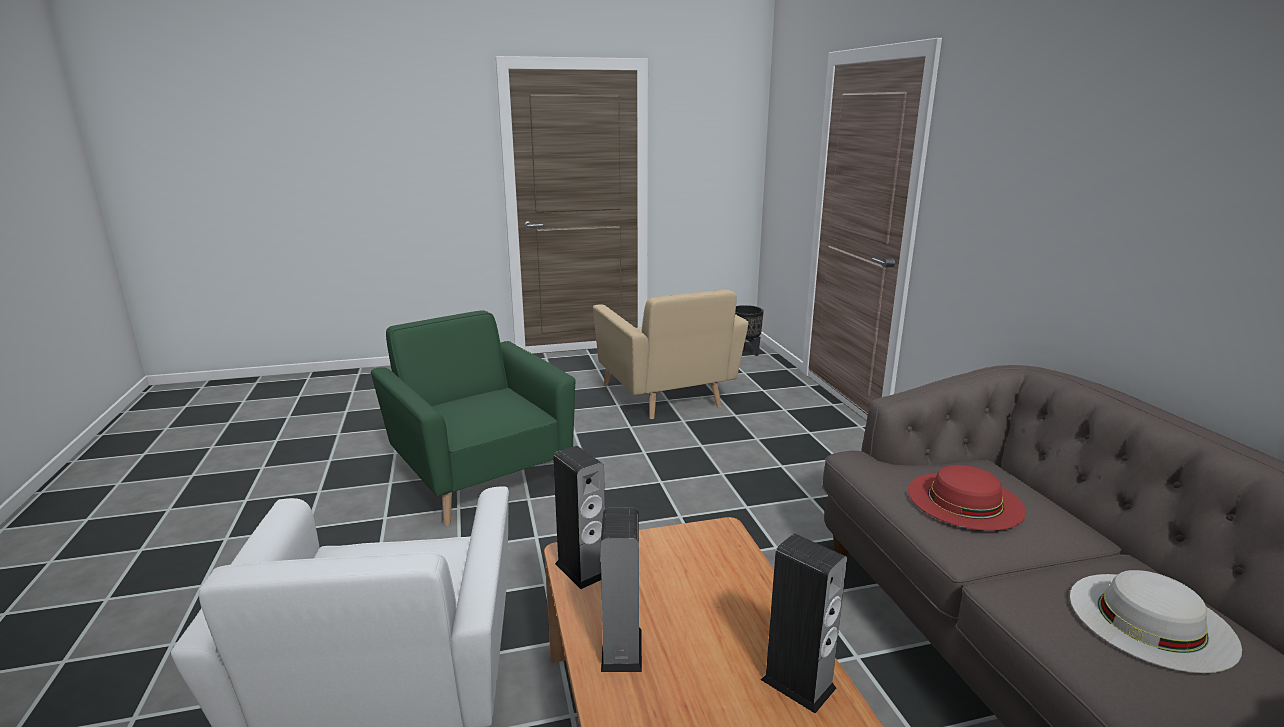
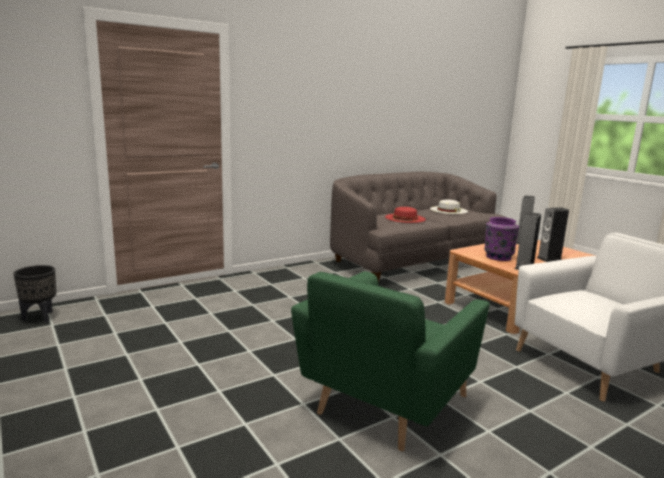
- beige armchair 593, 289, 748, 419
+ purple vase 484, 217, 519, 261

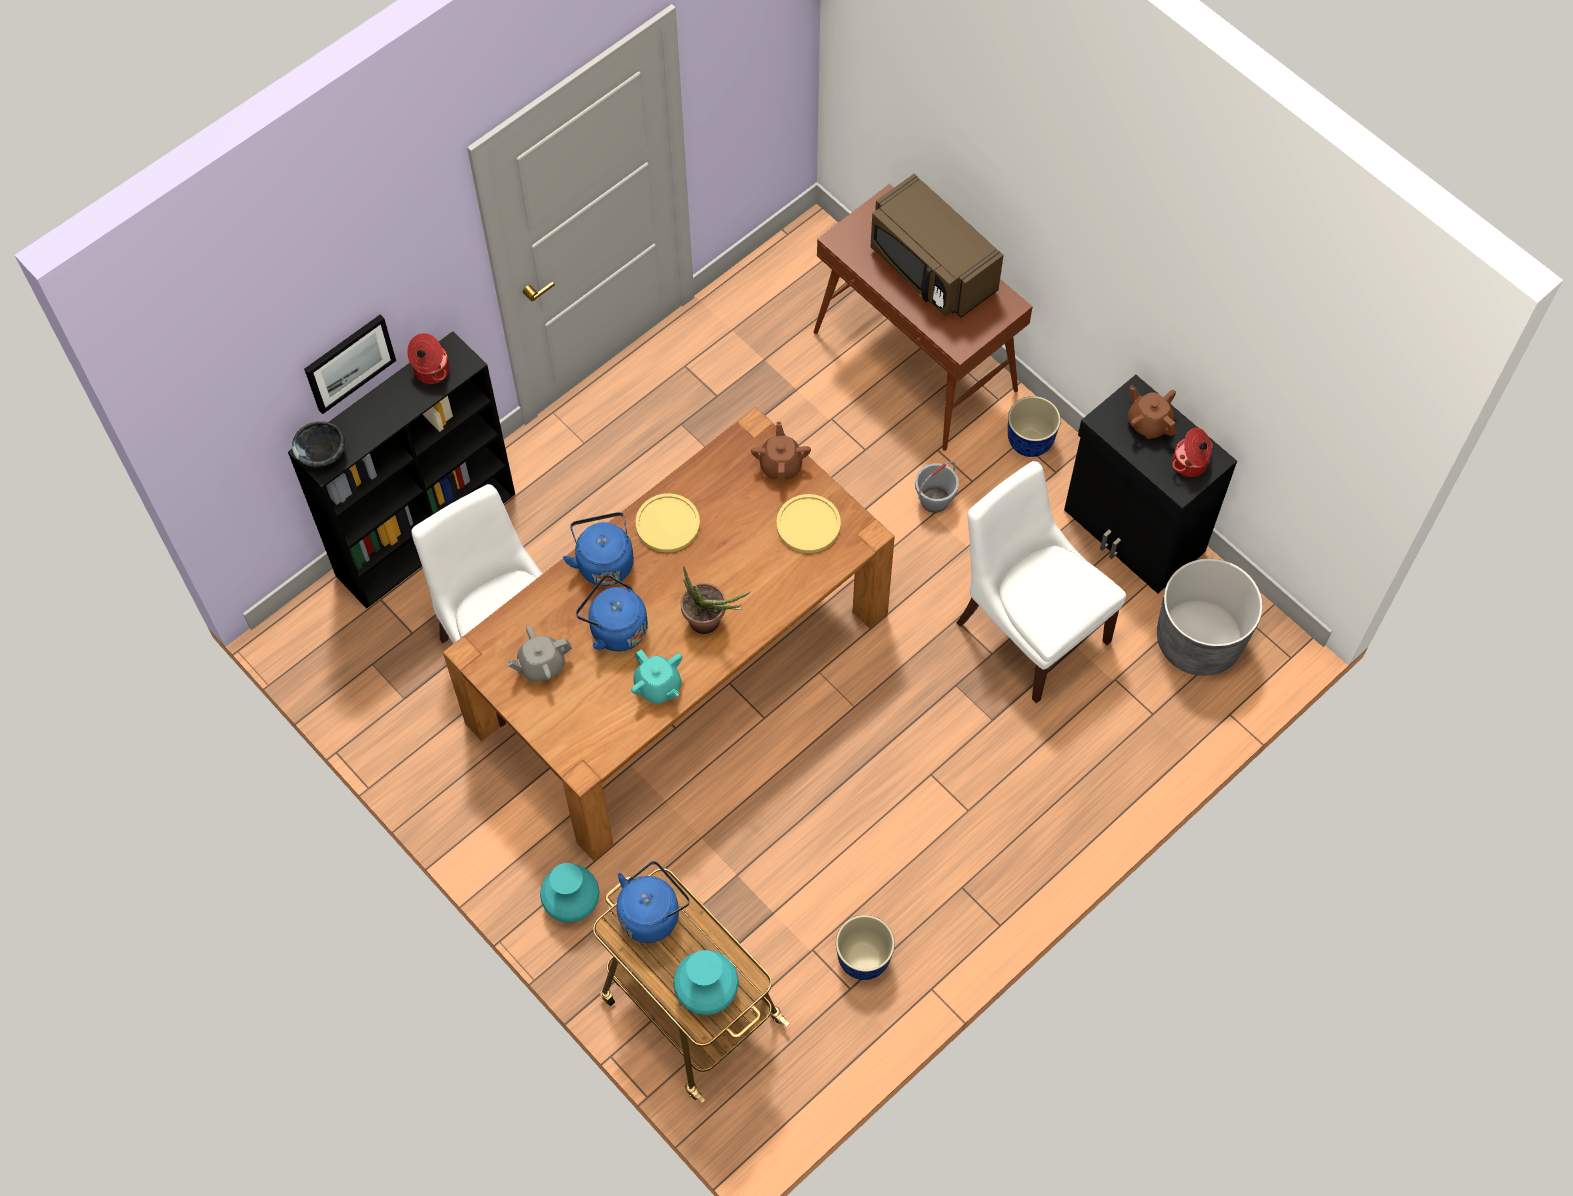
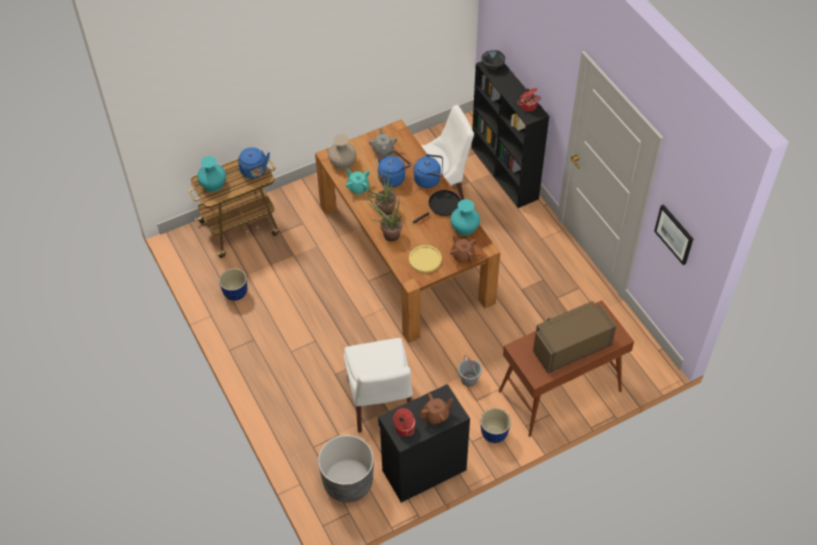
+ beige vase 328, 134, 356, 170
+ potted plant 363, 193, 403, 241
~ picture 304, 315, 396, 414 to 654, 204, 693, 265
~ turquoise vase 540, 863, 600, 923 to 450, 199, 480, 236
~ yellow plate 636, 493, 700, 552 to black frying pan 413, 190, 461, 224
~ turquoise teapot 631, 649, 682, 704 = 346, 169, 369, 195 75 degrees clockwise
~ brown teapot 751, 422, 811, 483 = 450, 235, 476, 263 135 degrees counterclockwise
~ white chair 957, 461, 1126, 703 = 344, 338, 413, 433 105 degrees clockwise

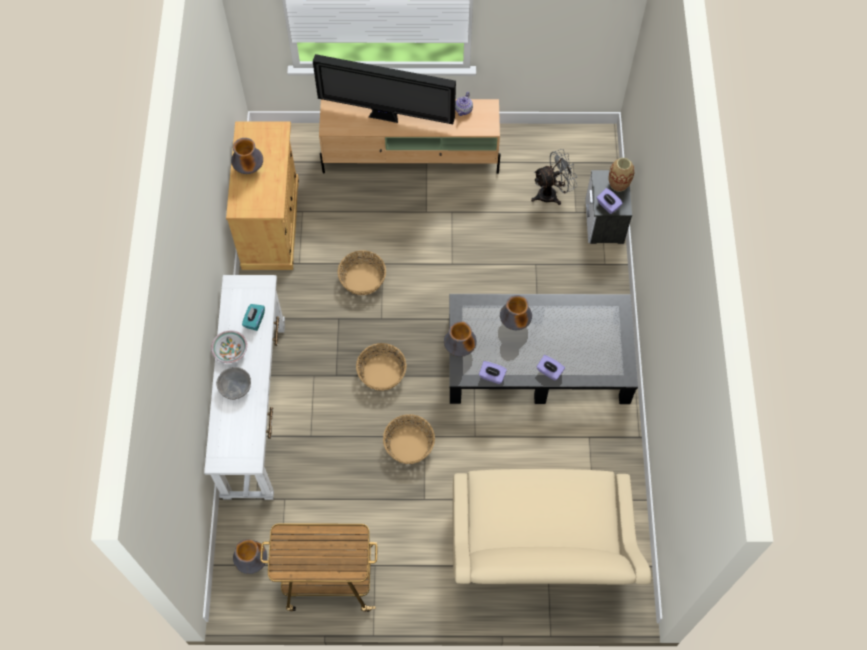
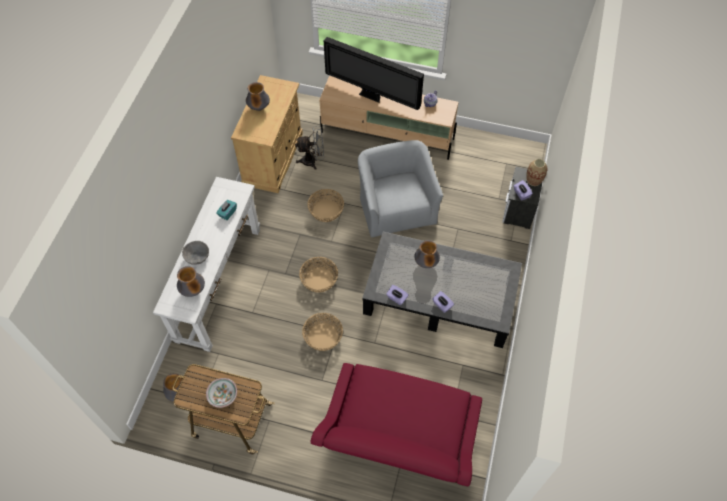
+ grey armchair 358, 140, 443, 237
~ bowl 211, 330, 247, 363 to 206, 378, 237, 408
~ vase 444, 321, 477, 357 to 177, 266, 205, 297
~ grey fan 531, 149, 577, 205 to 295, 126, 324, 170
~ beige sofa 453, 469, 651, 585 to red sofa 310, 363, 482, 486

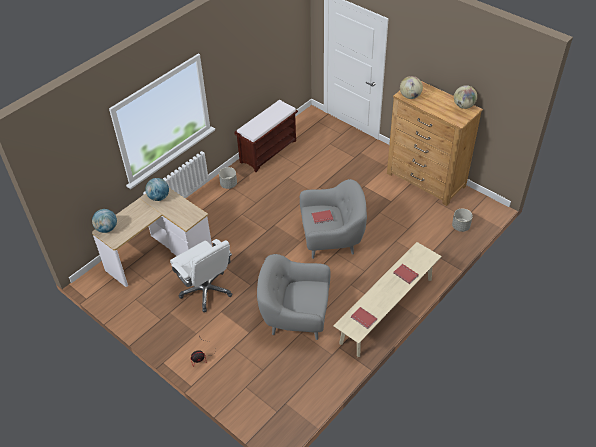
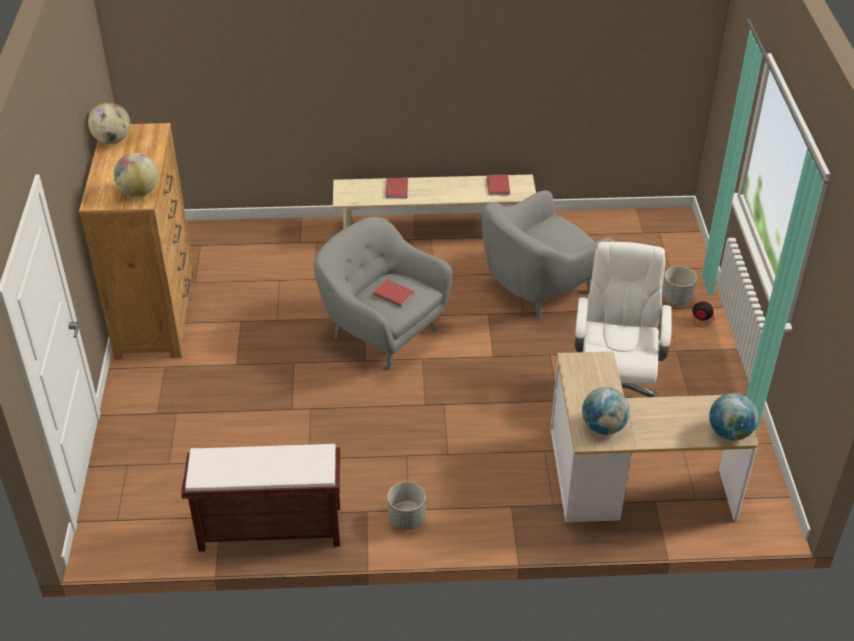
~ grey planter 452, 208, 473, 232 to 662, 266, 697, 305
~ grey armchair 257, 254, 331, 340 = 481, 190, 614, 319 90 degrees clockwise

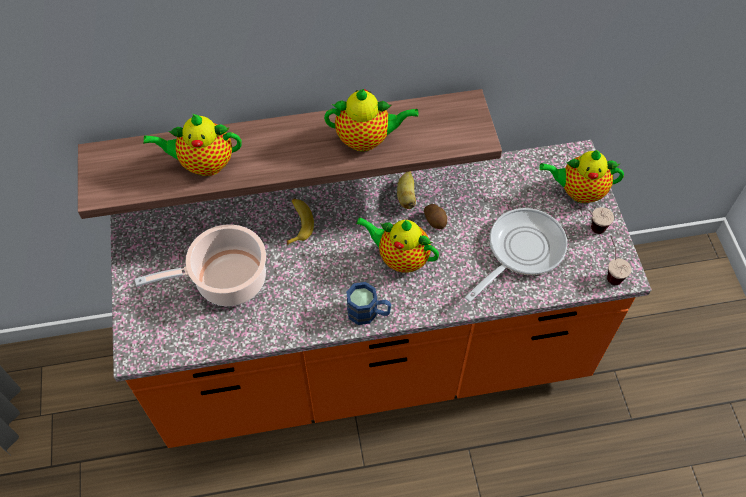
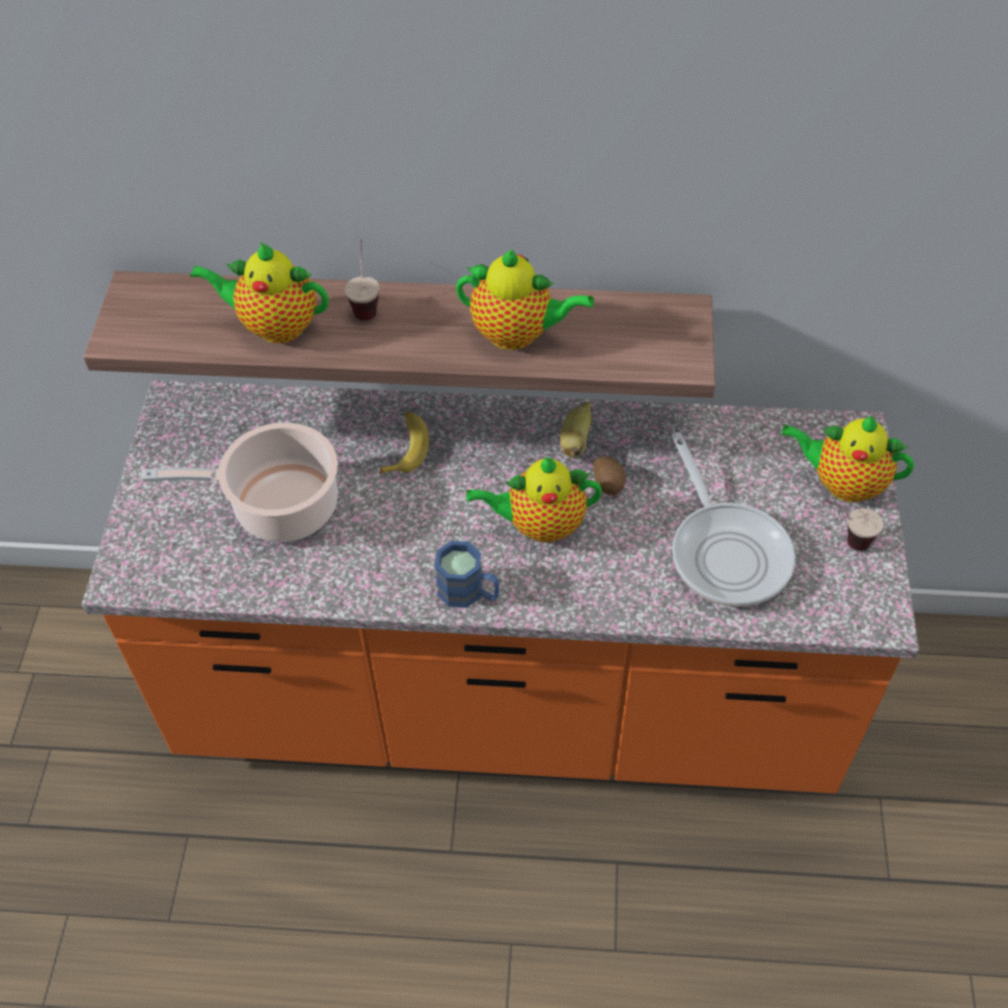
~ cup 607, 235, 631, 285 to 345, 239, 380, 321
~ teapot 356, 217, 439, 273 = 466, 457, 602, 543 45 degrees counterclockwise
~ frying pan 465, 208, 567, 302 = 671, 432, 795, 607 105 degrees clockwise

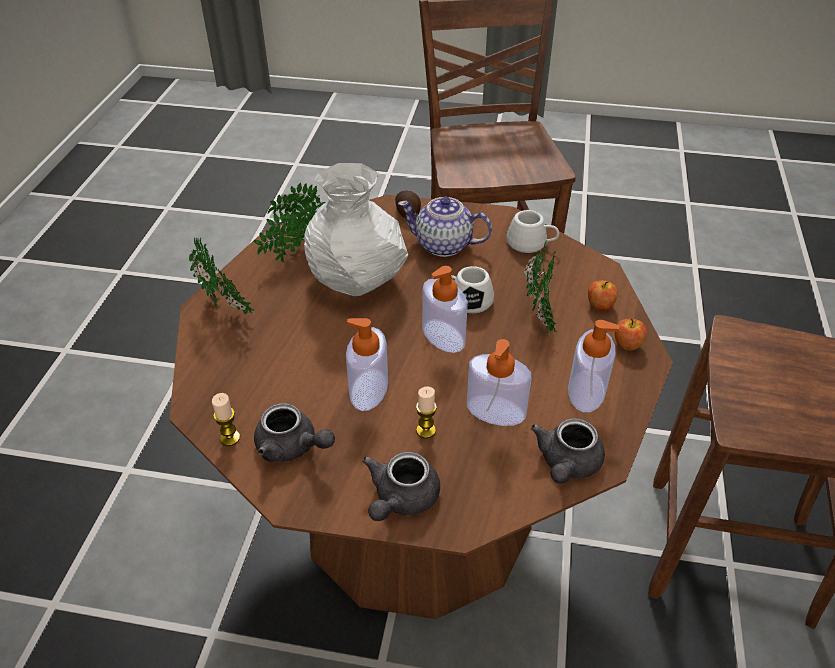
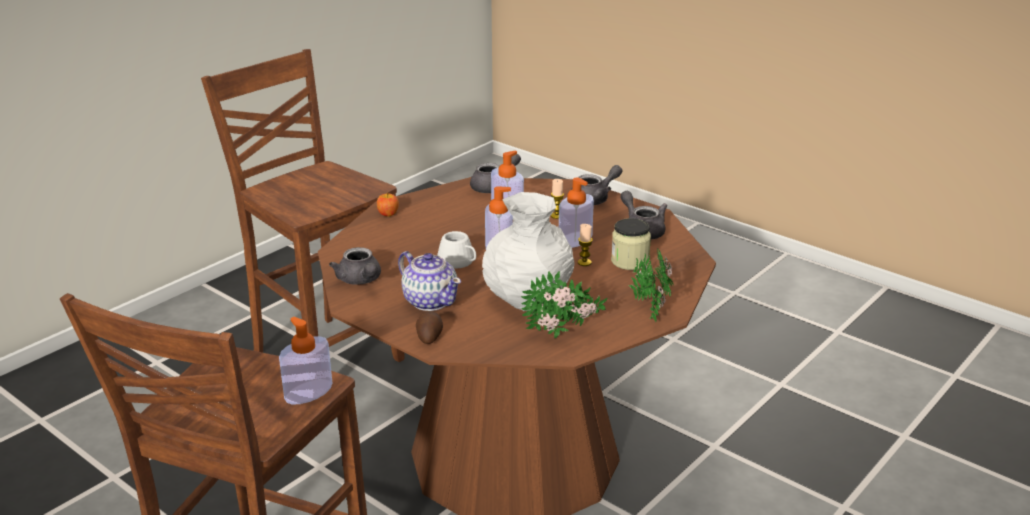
- potted plant 524, 241, 558, 334
- apple 588, 280, 618, 311
+ jar 611, 218, 651, 270
~ candle 212, 393, 240, 446 to 578, 224, 593, 266
~ soap dispenser 568, 320, 620, 412 to 279, 317, 332, 404
~ white mug 506, 210, 559, 253 to grey teapot 329, 247, 381, 285

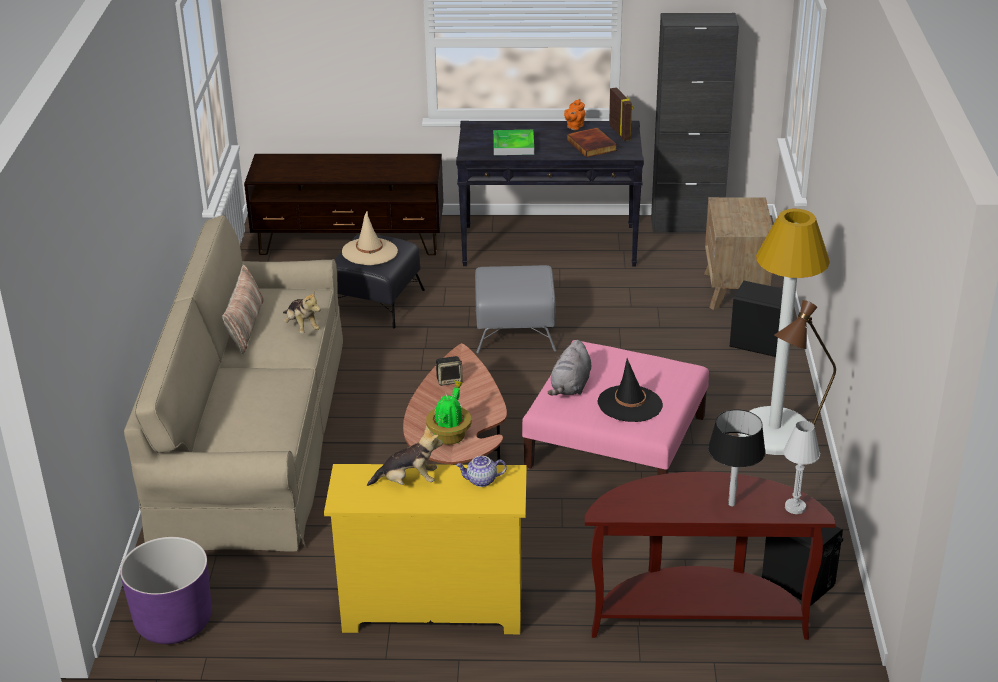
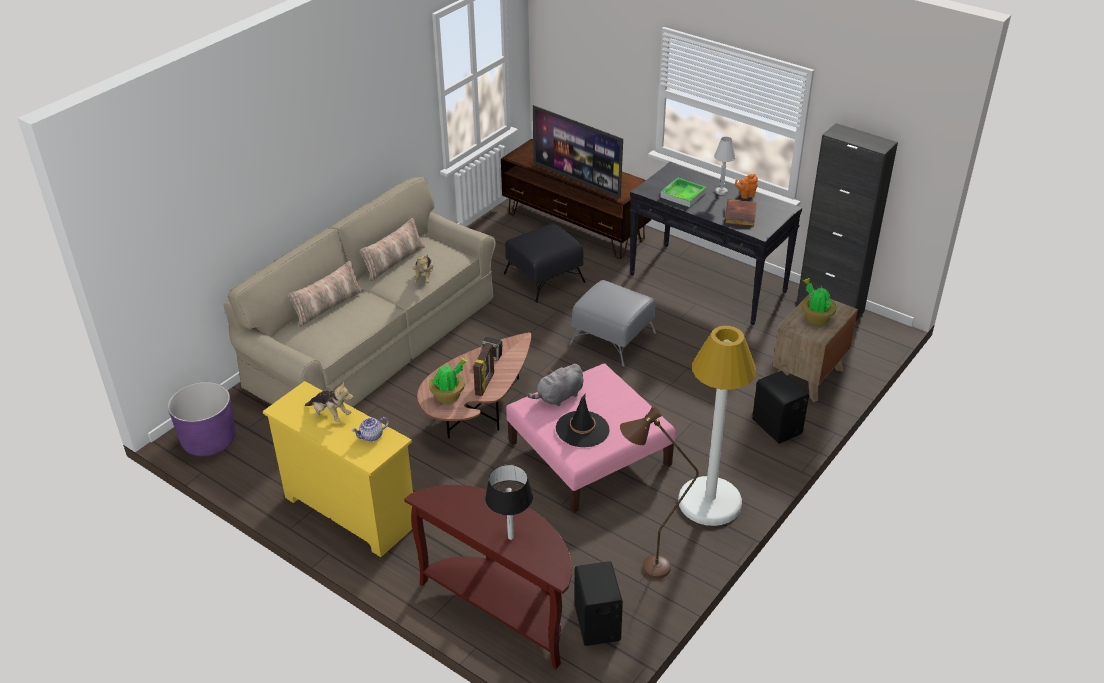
- beige hat 342, 211, 398, 265
+ pillow 288, 261, 363, 327
+ television 533, 105, 623, 198
+ potted plant 801, 278, 837, 325
~ picture frame 609, 87, 633, 141 to 473, 343, 494, 396
~ white table lamp 783, 421, 820, 514 to 714, 137, 736, 195
~ teapot 456, 456, 507, 487 = 352, 417, 389, 442 60 degrees counterclockwise

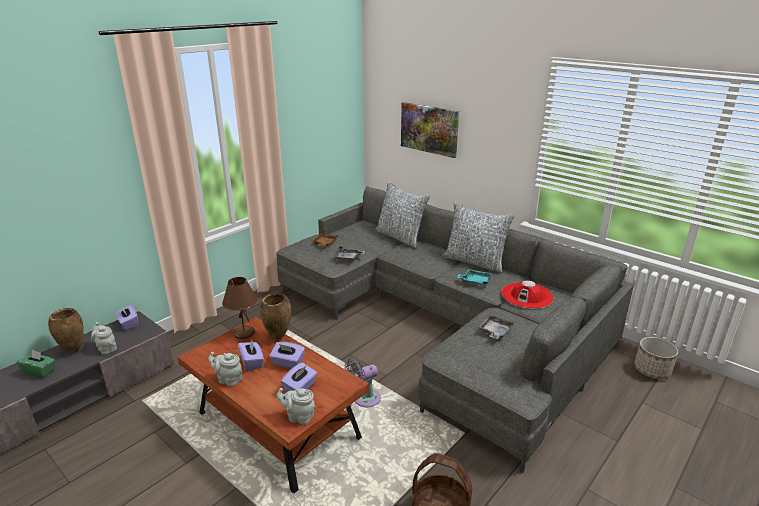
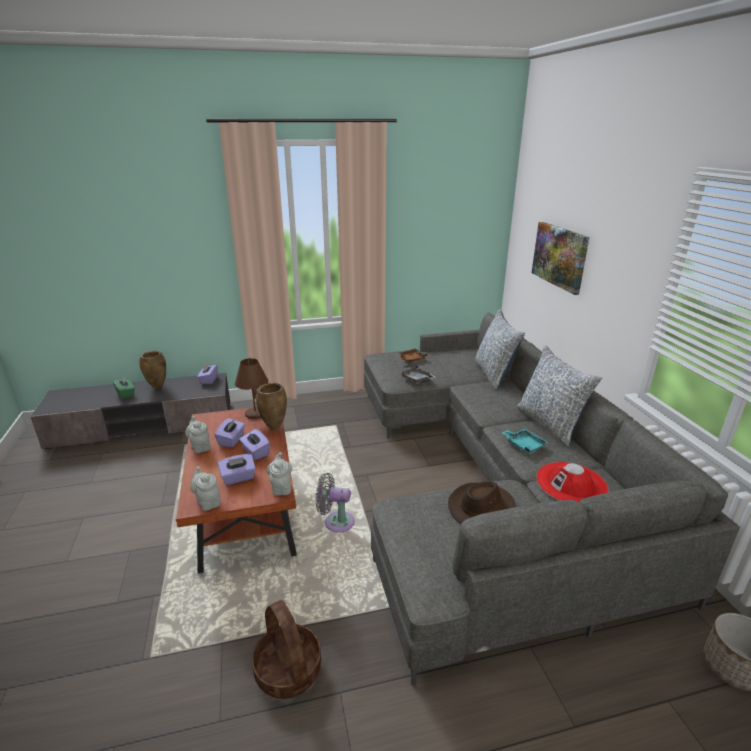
~ grey teapot 91, 322, 117, 355 to 266, 452, 292, 495
~ grey tray 478, 315, 514, 339 to brown hat 448, 481, 515, 524

